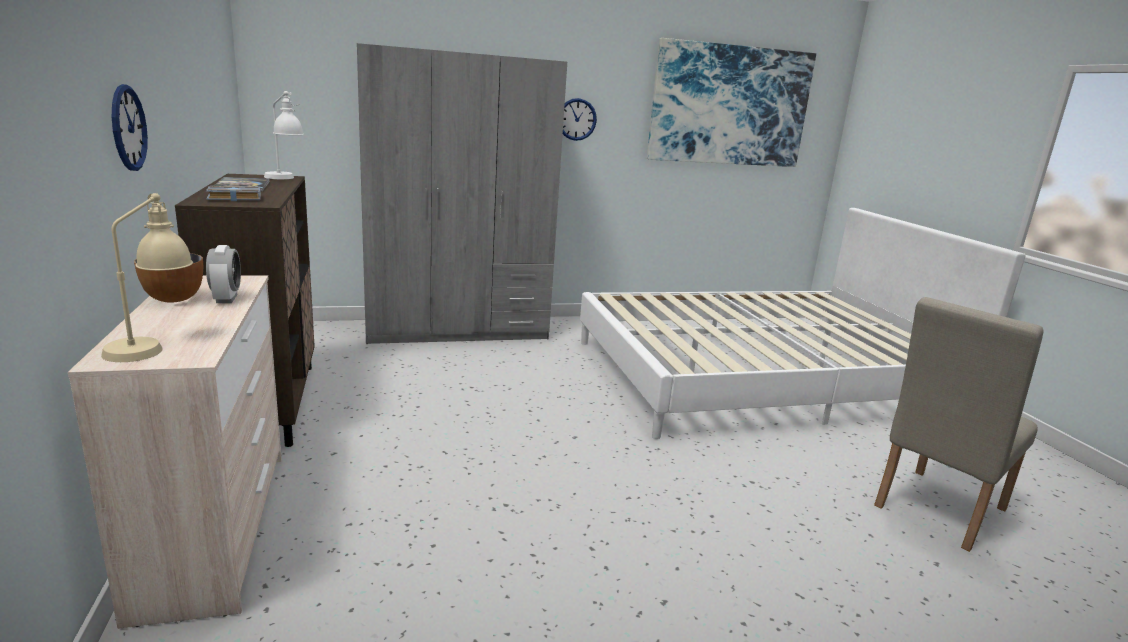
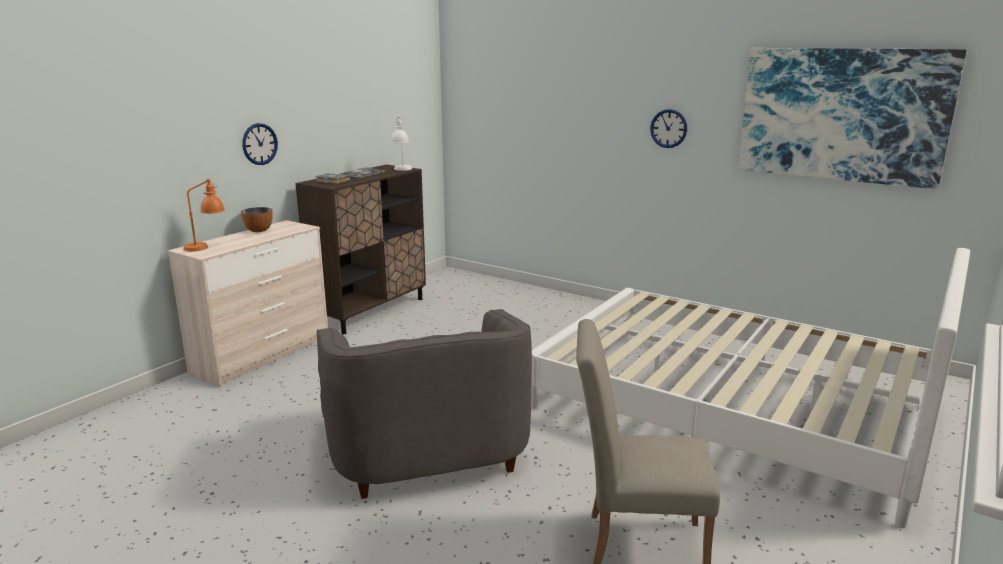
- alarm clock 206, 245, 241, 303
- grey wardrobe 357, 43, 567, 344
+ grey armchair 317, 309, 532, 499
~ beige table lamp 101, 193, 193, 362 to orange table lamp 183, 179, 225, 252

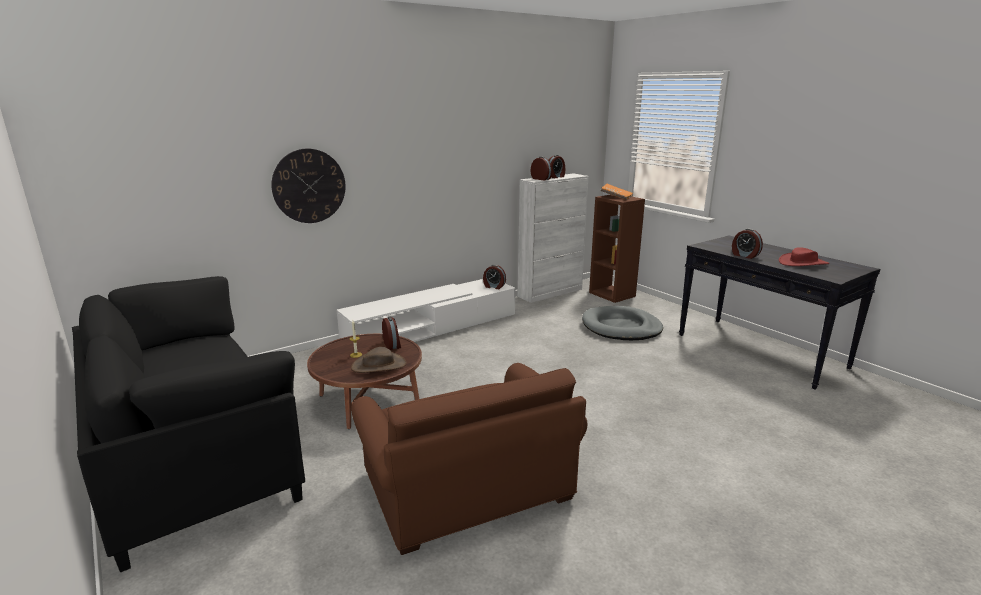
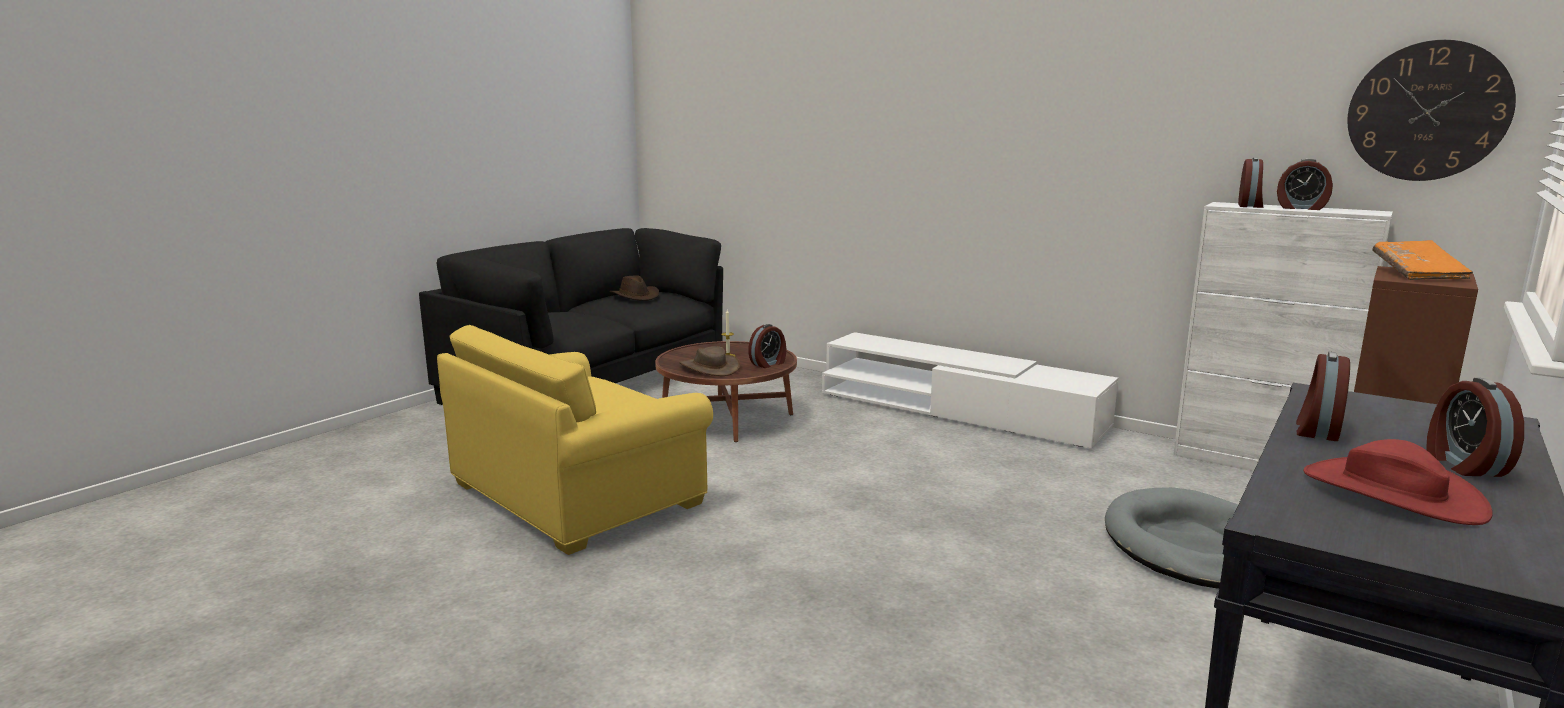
+ brown hat 609, 275, 659, 301
~ wall clock 271, 149, 345, 223 to 1347, 40, 1516, 181
~ alarm clock 483, 265, 506, 289 to 1426, 378, 1524, 477
~ brown armchair 351, 363, 587, 555 to yellow armchair 437, 325, 713, 555

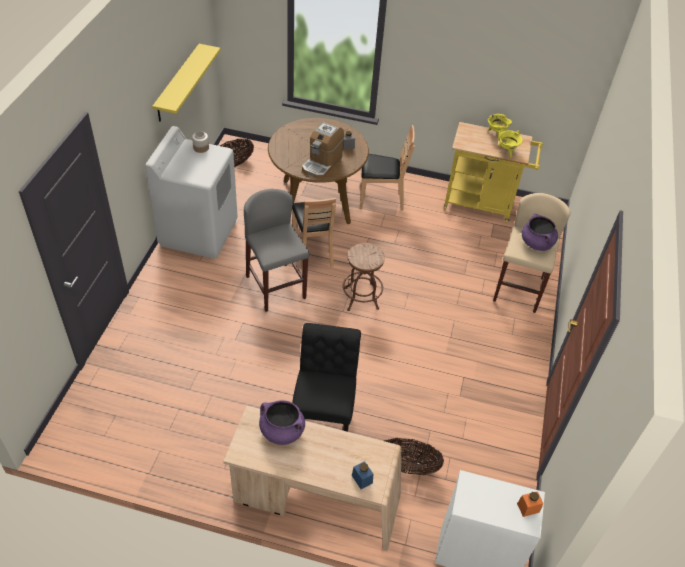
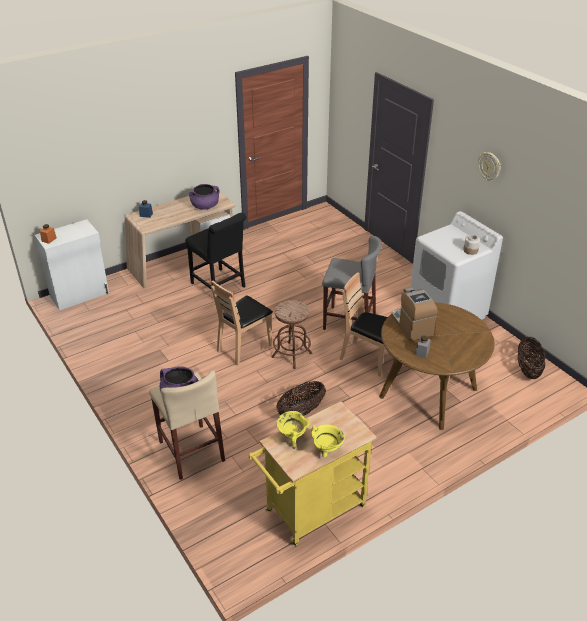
- yellow shelf 152, 44, 221, 122
+ wall clock 478, 152, 501, 181
~ brown chair 360, 125, 415, 211 to 211, 281, 273, 366
~ basket 384, 438, 444, 476 to 277, 381, 326, 416

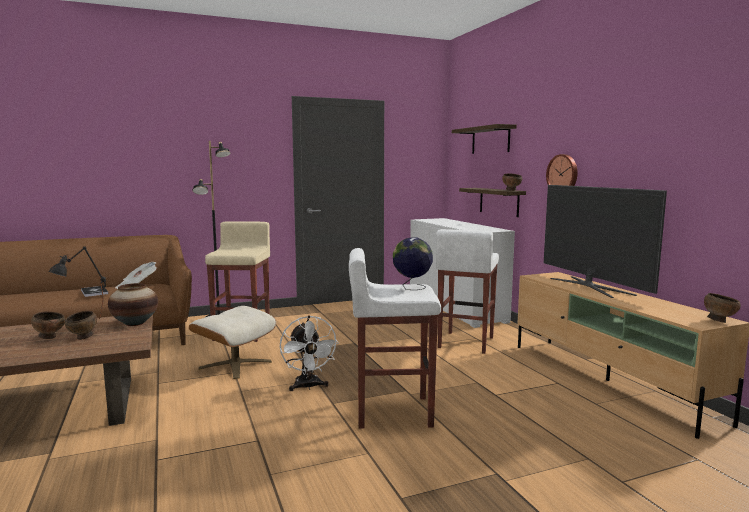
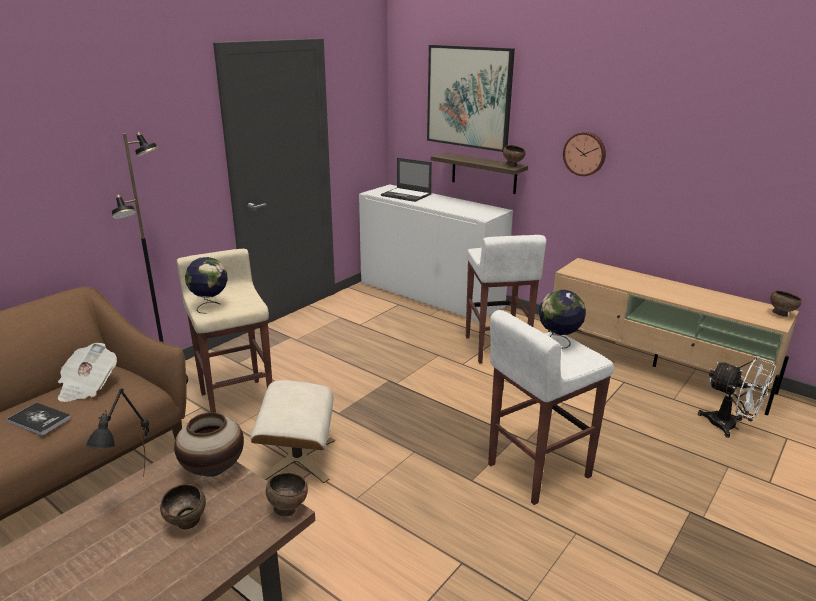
- television 544, 185, 667, 298
+ globe 185, 257, 228, 314
+ laptop 381, 158, 432, 202
~ brown bowl 31, 312, 65, 339 to 266, 472, 308, 516
~ white fan 280, 315, 338, 391 to 698, 356, 776, 438
~ shelf 452, 124, 517, 154 to picture 427, 45, 515, 152

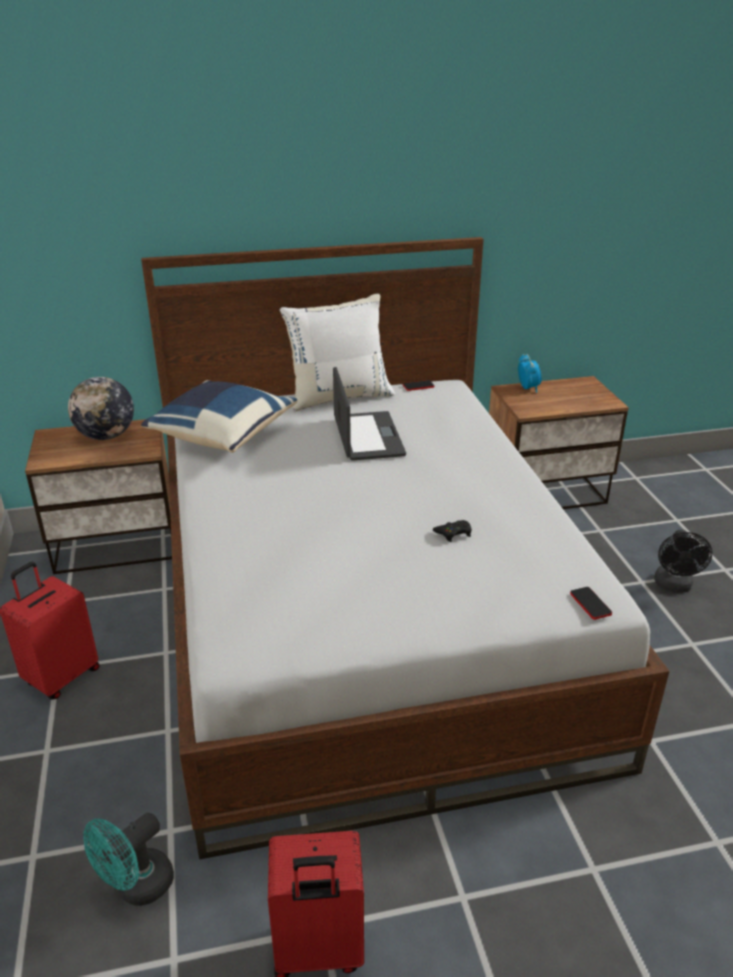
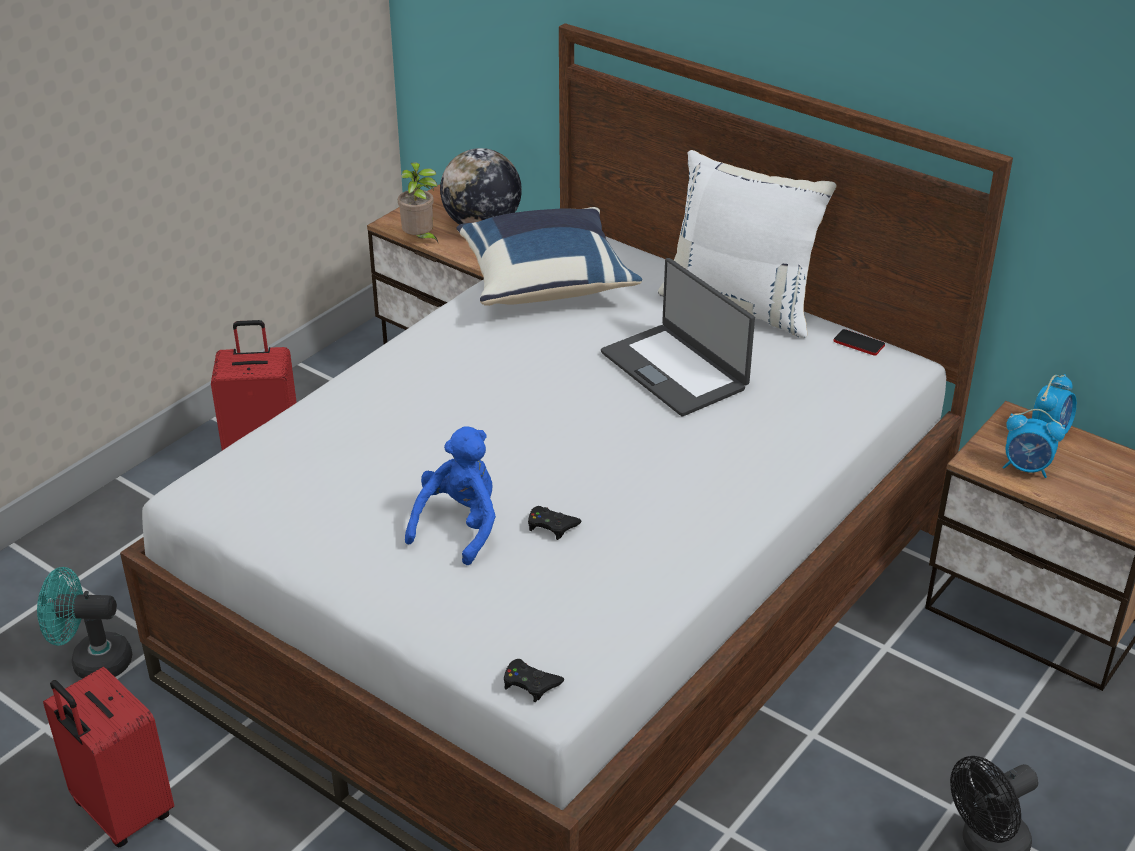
+ potted plant 398, 163, 438, 242
+ blue plush toy 405, 426, 496, 565
+ alarm clock 1002, 409, 1065, 478
~ phone 570, 587, 612, 620 to black game controller 504, 659, 564, 702
~ laptop 333, 367, 406, 461 = 601, 258, 755, 416 105 degrees clockwise

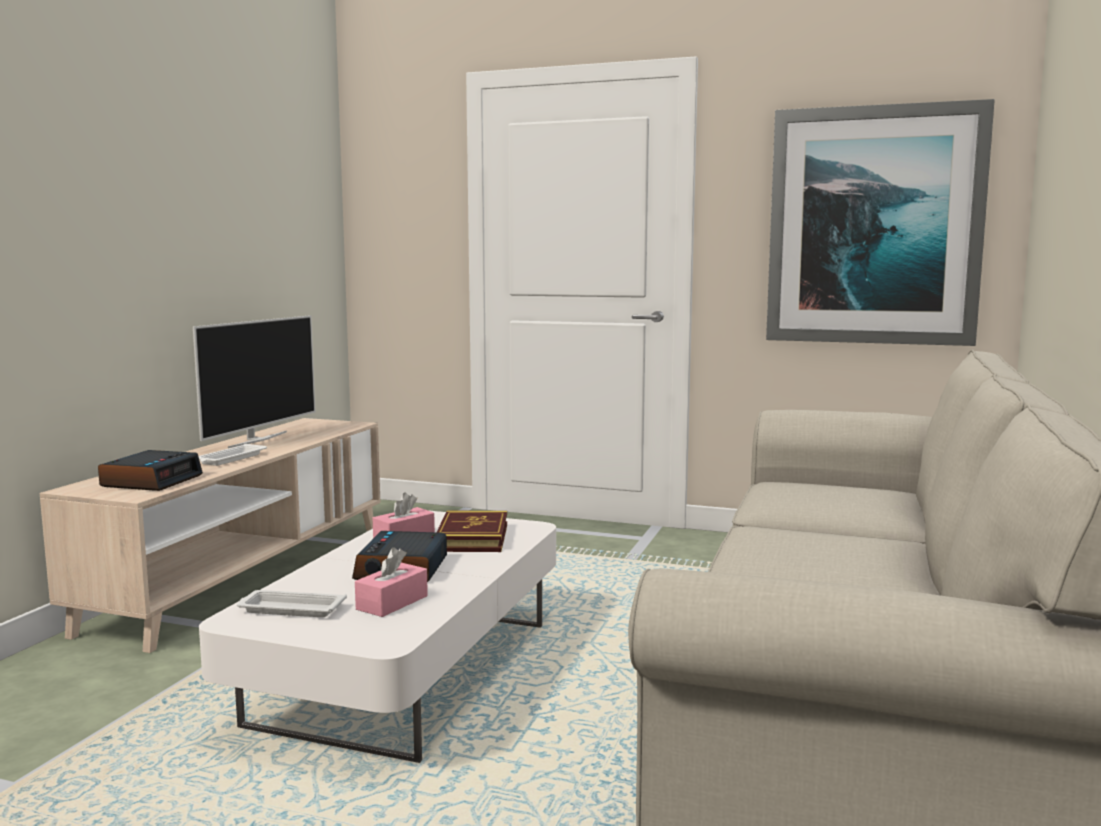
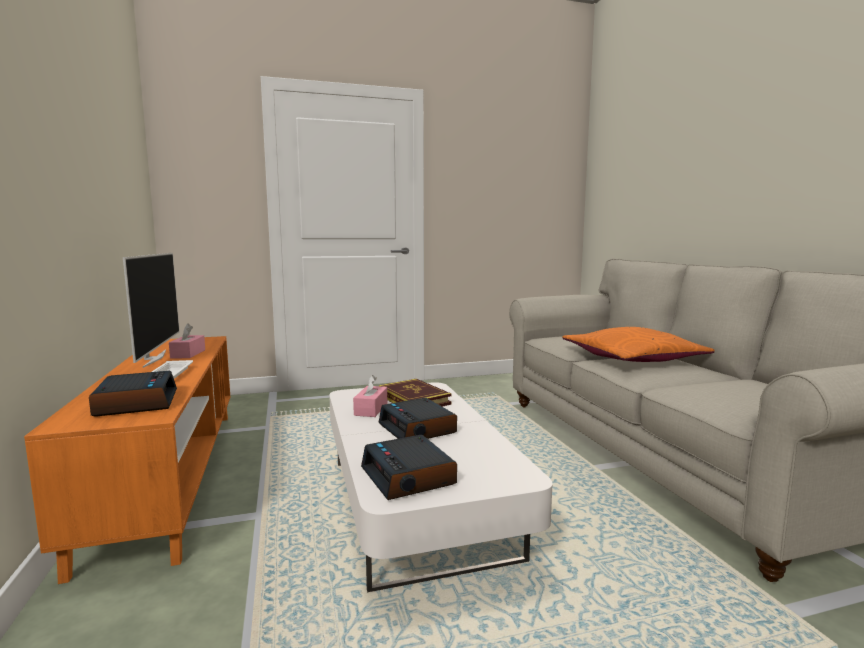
- picture 766, 99, 995, 346
+ orange pillow 562, 327, 715, 362
~ pink tissue box 355, 547, 428, 617 to 169, 323, 205, 358
~ white tray 237, 590, 347, 617 to alarm clock 361, 435, 457, 500
~ beige tv stand 40, 418, 380, 653 to orange tv stand 24, 336, 230, 584

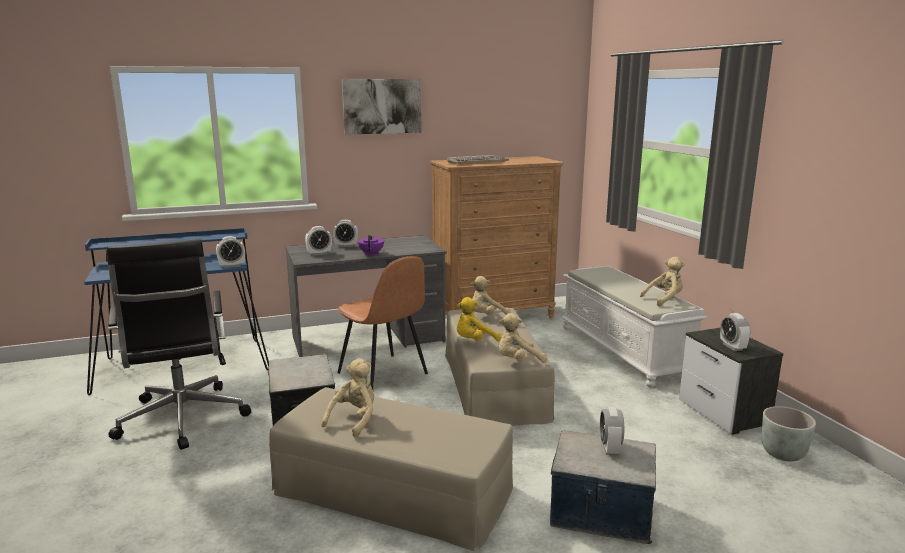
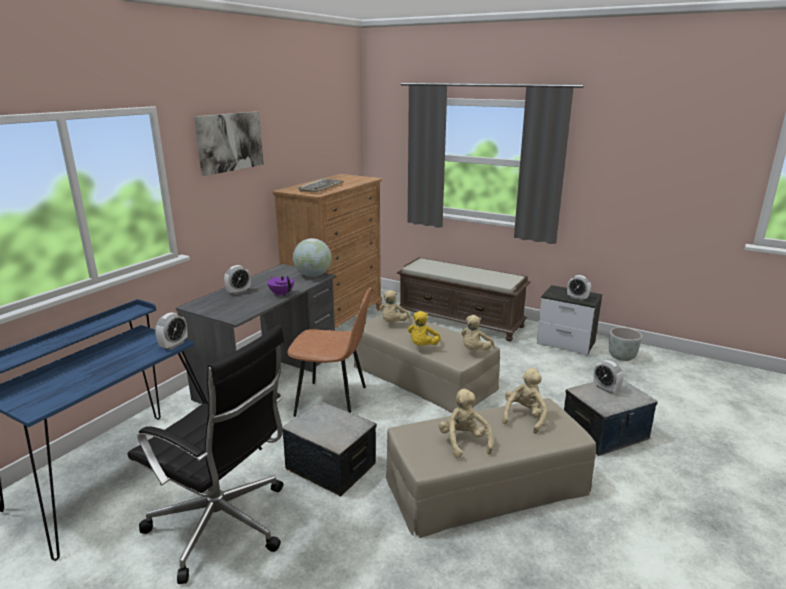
- alarm clock 305, 226, 332, 256
+ globe 293, 238, 332, 277
~ beige plush toy 640, 257, 685, 307 to 502, 368, 547, 434
~ white bench 561, 266, 707, 388 to brown bench 397, 257, 531, 341

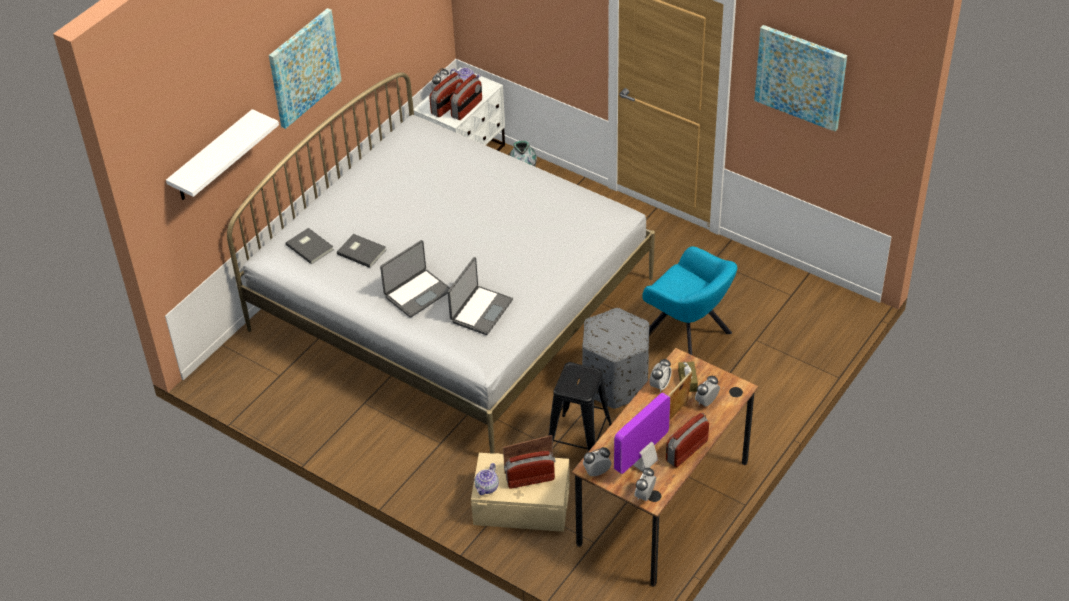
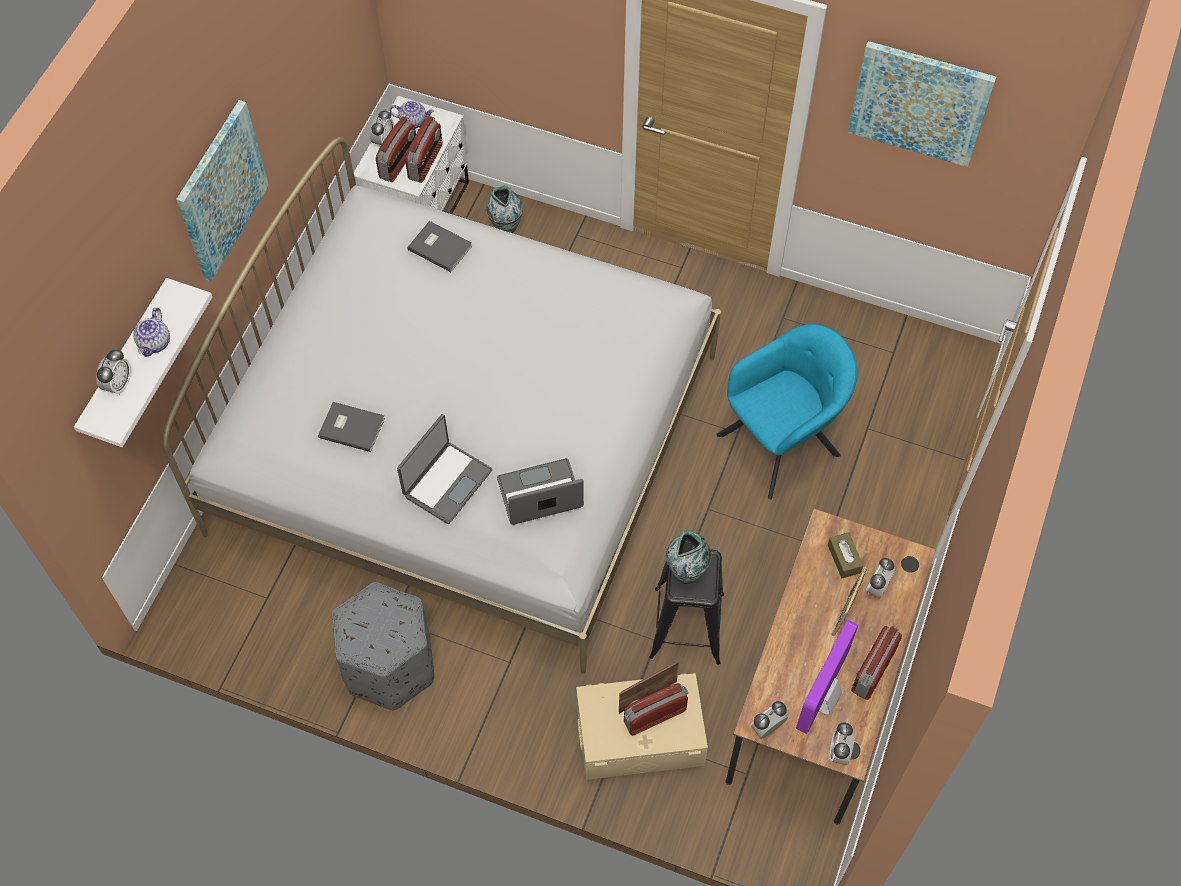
+ vase 666, 531, 711, 584
~ grey book 286, 228, 334, 264 to 407, 221, 472, 272
~ teapot 474, 463, 499, 495 to 133, 308, 170, 357
~ grey ottoman 582, 308, 649, 409 to 332, 582, 434, 710
~ alarm clock 650, 358, 672, 392 to 96, 349, 131, 395
~ laptop 448, 257, 513, 335 = 497, 458, 584, 525 120 degrees counterclockwise
~ turquoise armchair 642, 246, 737, 355 = 716, 324, 857, 500 60 degrees counterclockwise

